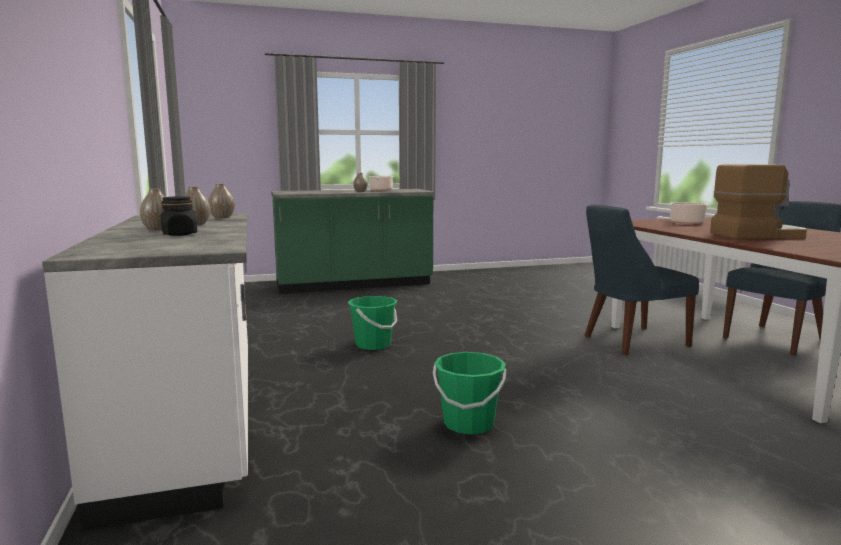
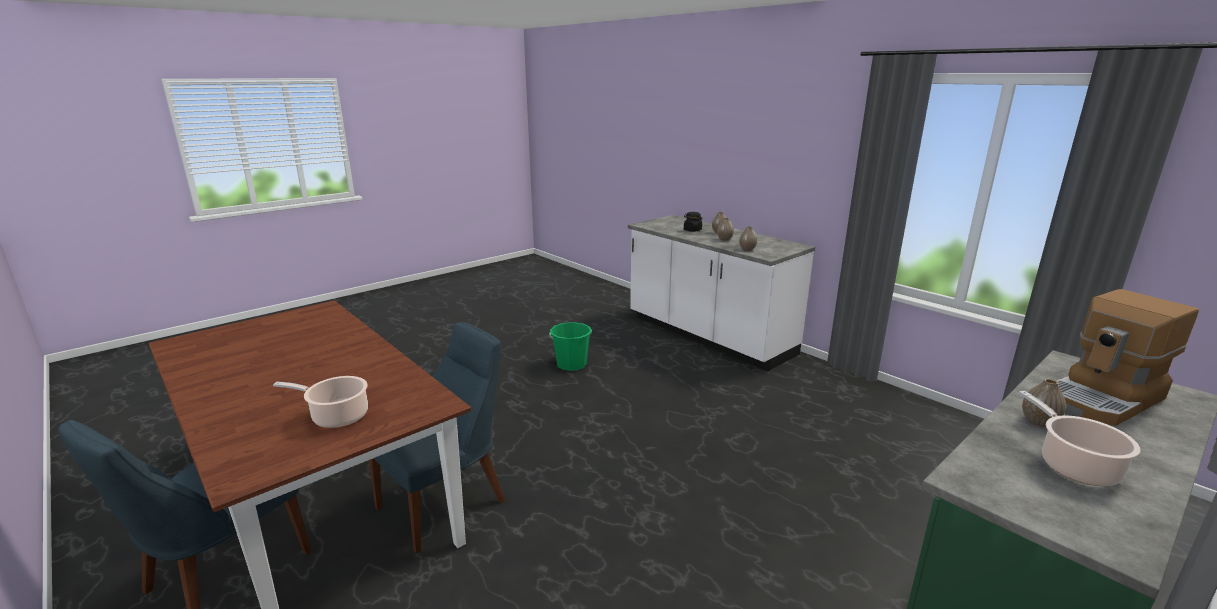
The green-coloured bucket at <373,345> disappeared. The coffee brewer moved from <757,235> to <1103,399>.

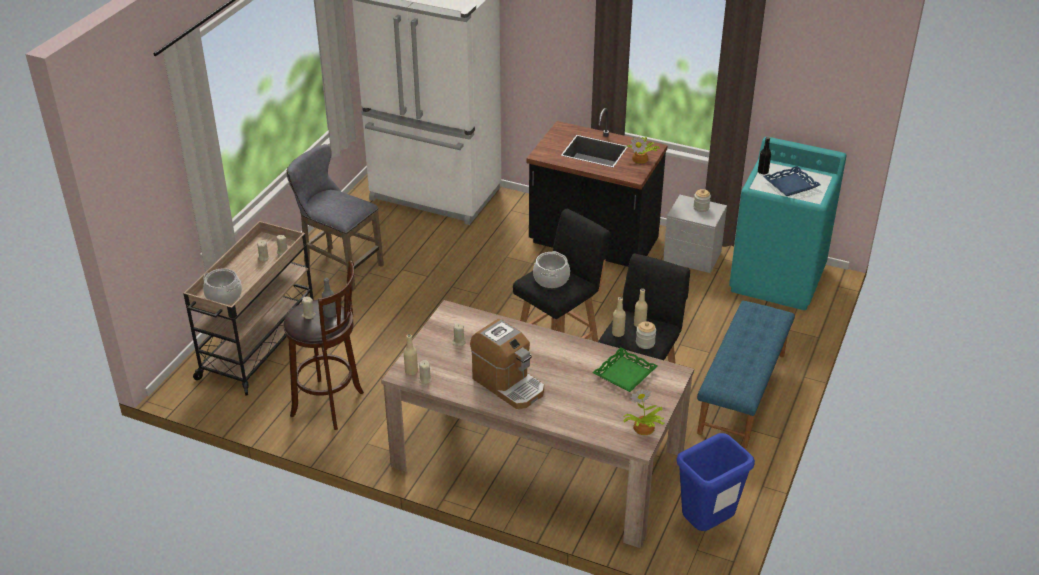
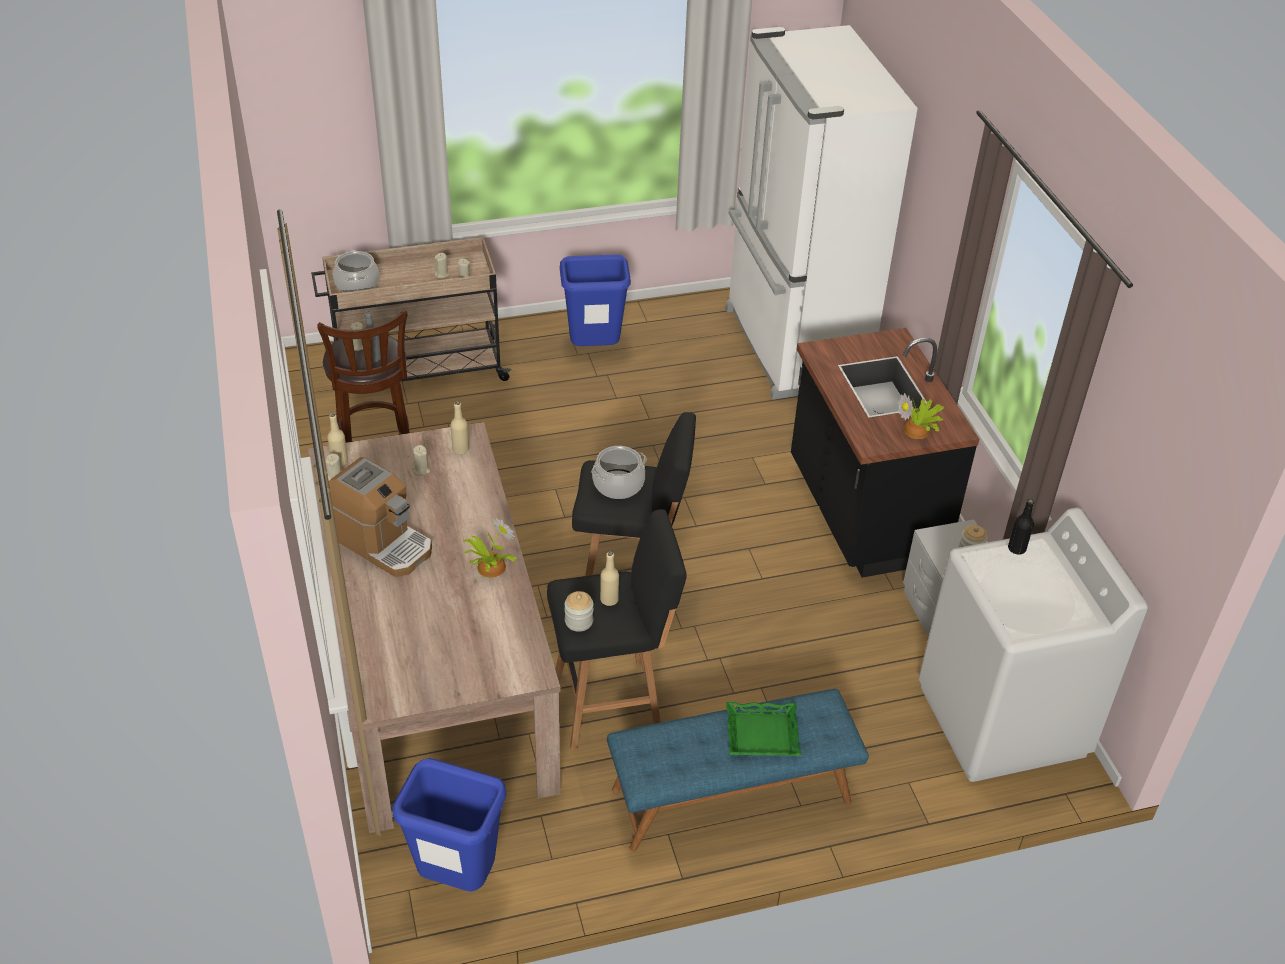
The grey stool at <339,265> was replaced by the blue waste bin at <595,350>. The coffee brewer at <508,384> turned 60 degrees counterclockwise. The green-coloured tray moved from <625,374> to <762,734>. The sand-coloured beverage bottle moved from <618,333> to <460,449>. The houseplant moved from <643,428> to <489,567>. The blue-green laundry machine at <778,279> became the white-coloured laundry machine at <1002,721>. The blue tray at <790,184> disappeared.

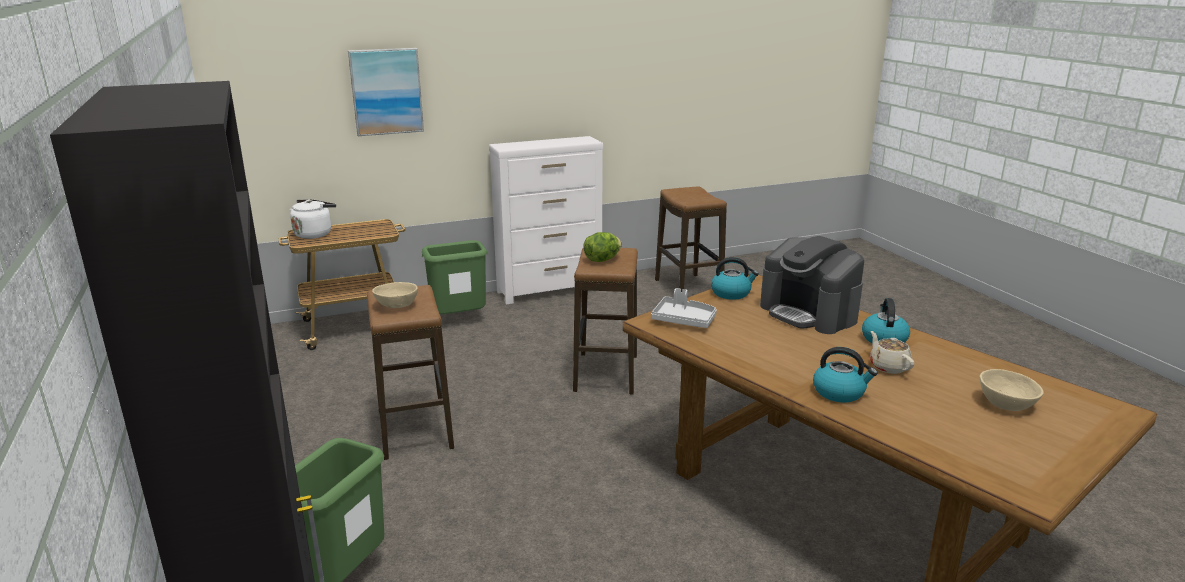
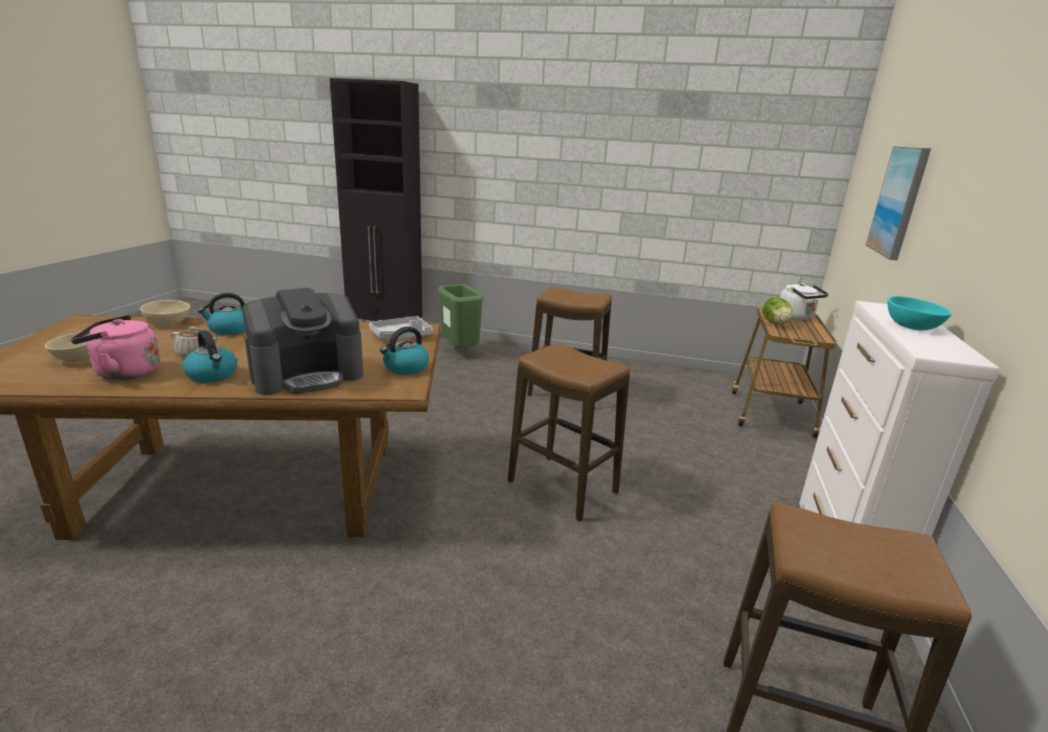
The sand-coloured deep dish moved from <397,305> to <167,323>. The green-coloured waste bin at <459,320> disappeared. The head of lettuce moved from <602,260> to <775,323>. The coffee brewer at <809,313> turned 150 degrees clockwise. The pinkish tea kettle at <124,373> appeared. The blue-green deep dish at <911,326> appeared.

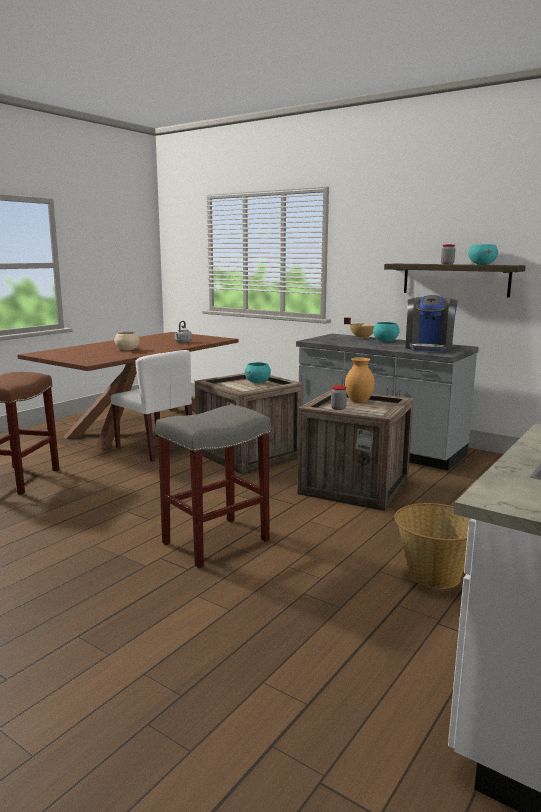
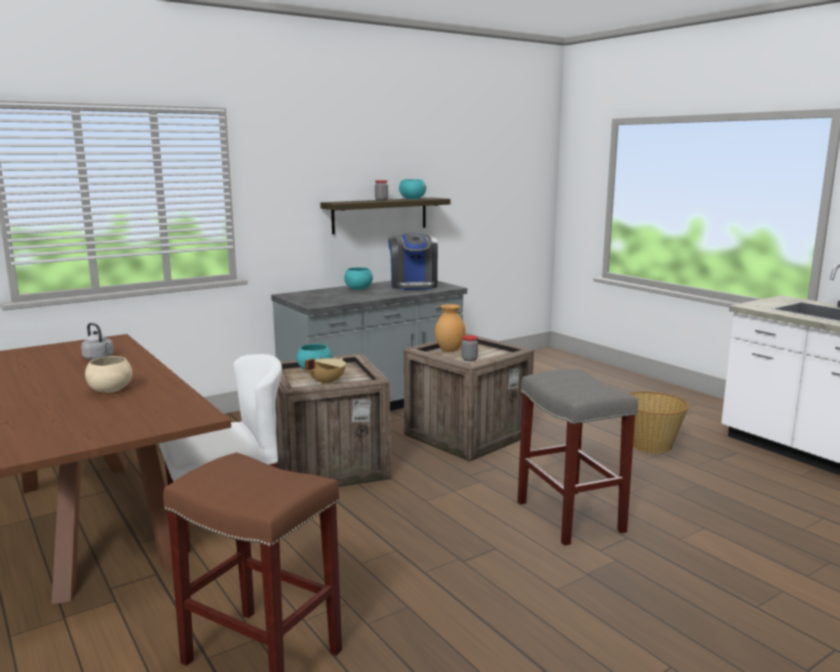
The sand-coloured stockpot moved from <362,338> to <326,382>. The coffee brewer at <429,347> turned 45 degrees clockwise.

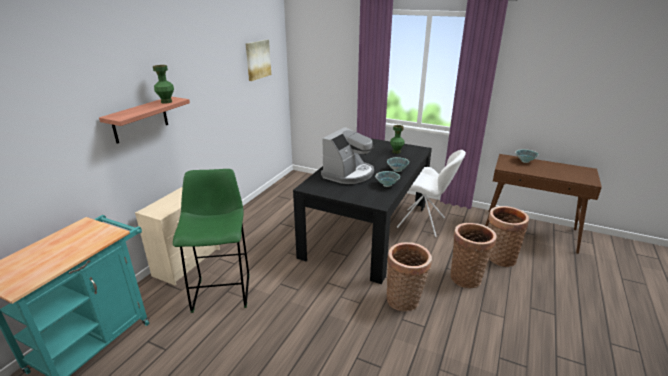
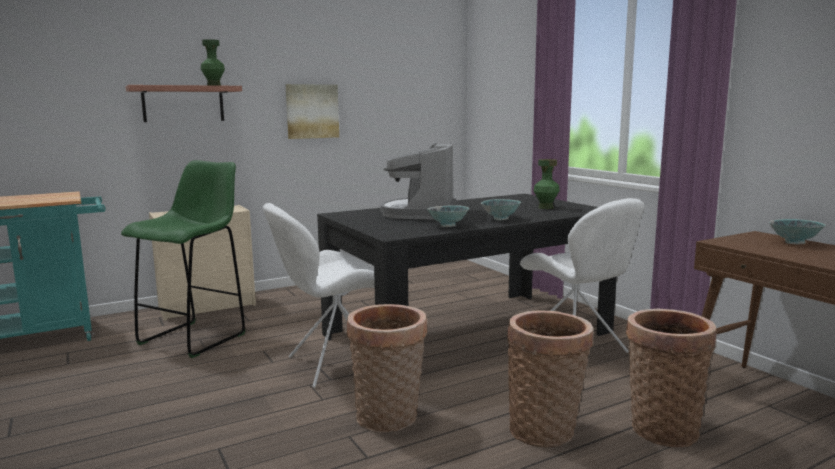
The picture moved from <257,59> to <312,111>. The coffee brewer at <348,174> turned 120 degrees clockwise. The white-coloured chair at <334,364> appeared.

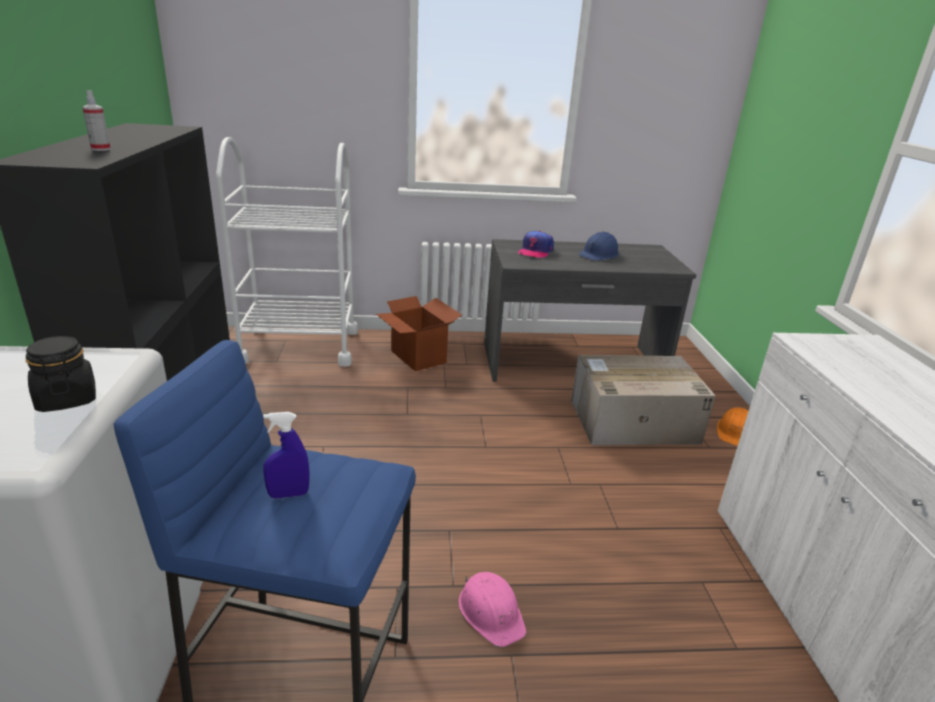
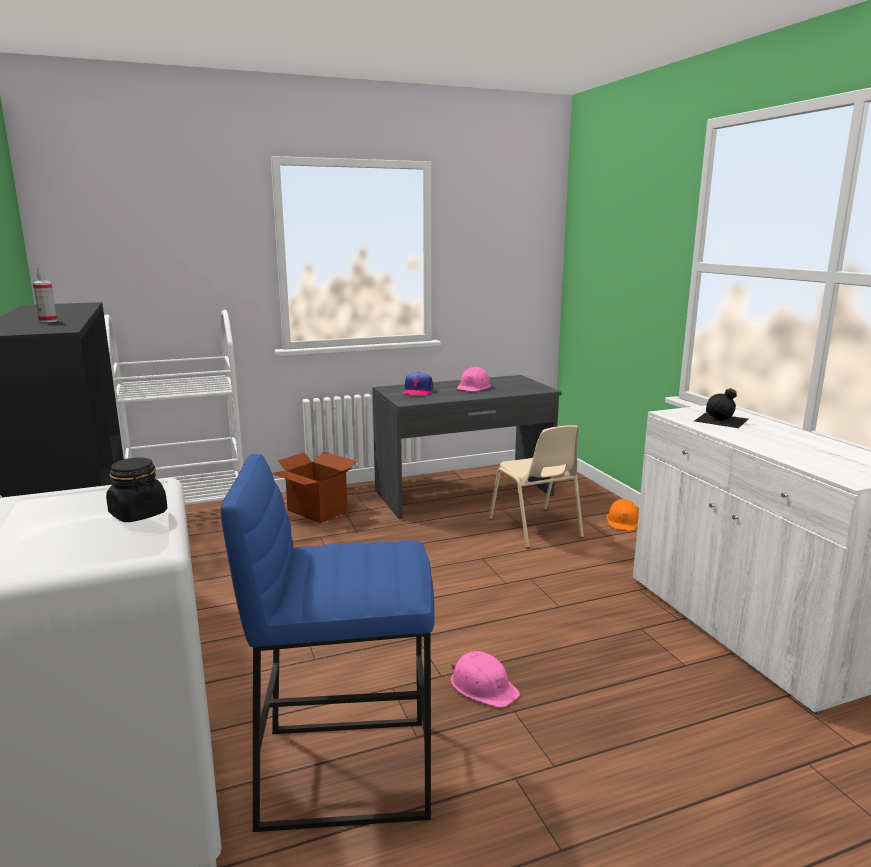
The blue sprayer at <288,494> disappeared. The packing box at <631,421> was replaced by the sand-coloured chair at <536,528>. The blue hard hat at <599,254> became the pinkish hard hat at <474,387>. The blackish beverage bottle at <721,420> appeared.

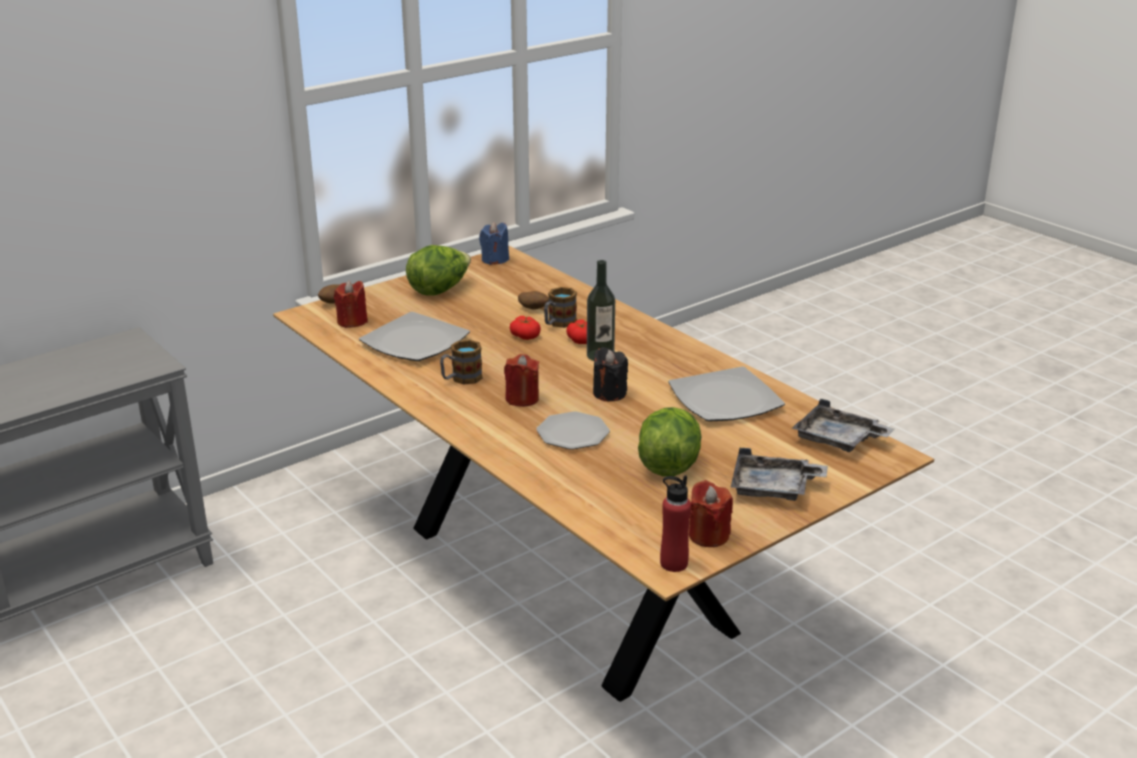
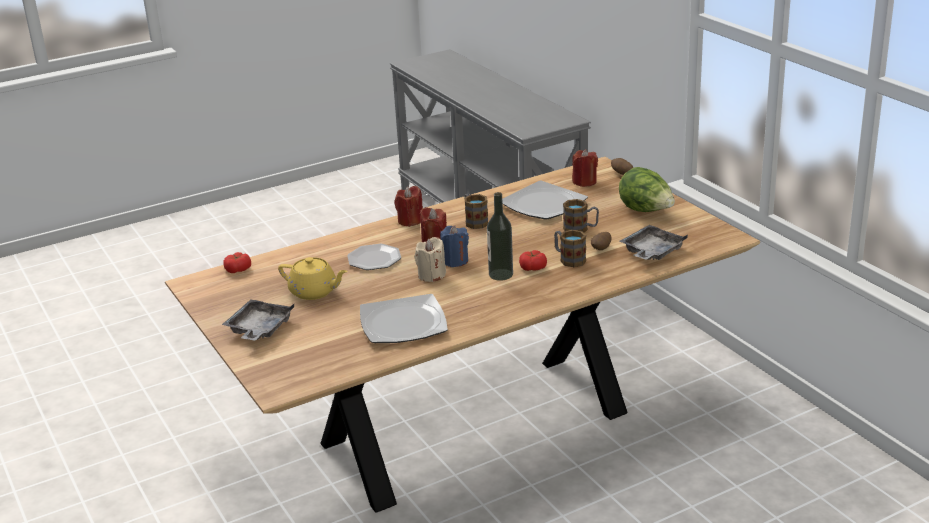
The blue candle moved from <495,260> to <455,261>. The tomato moved from <525,336> to <238,269>. The blackish candle at <609,393> became the sand-coloured candle at <431,275>. The head of lettuce at <669,464> was replaced by the yellow tea pot at <314,292>. The reddish beverage bottle at <673,563> disappeared. The reddish candle moved from <708,535> to <410,221>. The grey tray moved from <838,440> to <651,252>. The tea mug at <580,229> appeared.

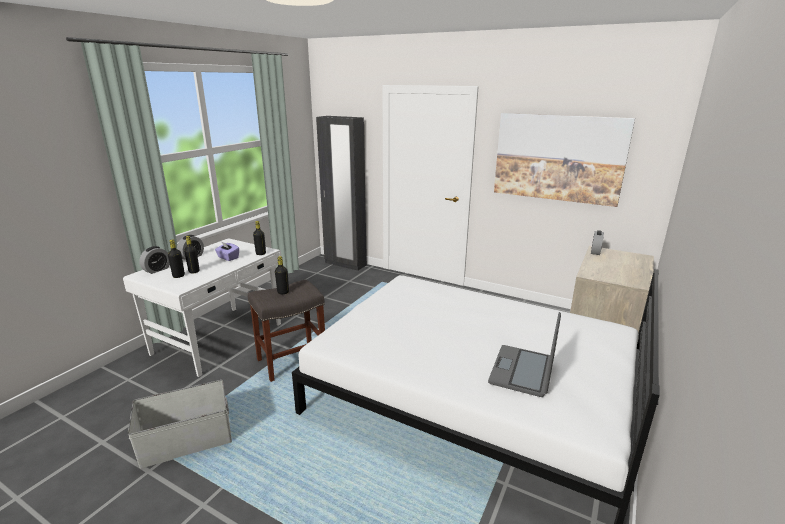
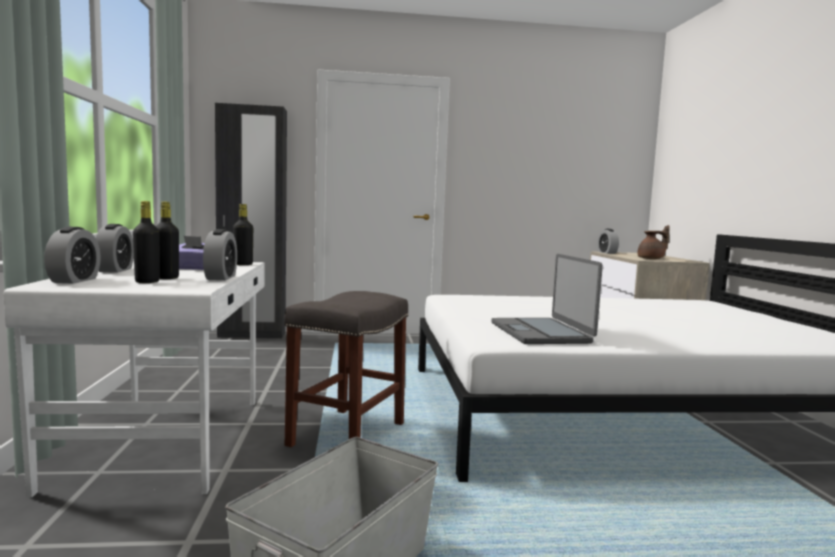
The blackish beverage bottle at <283,292> disappeared. The laptop moved from <523,371> to <541,333>. The picture at <558,158> disappeared. The table clock at <221,277> appeared. The brown tea pot at <652,259> appeared.

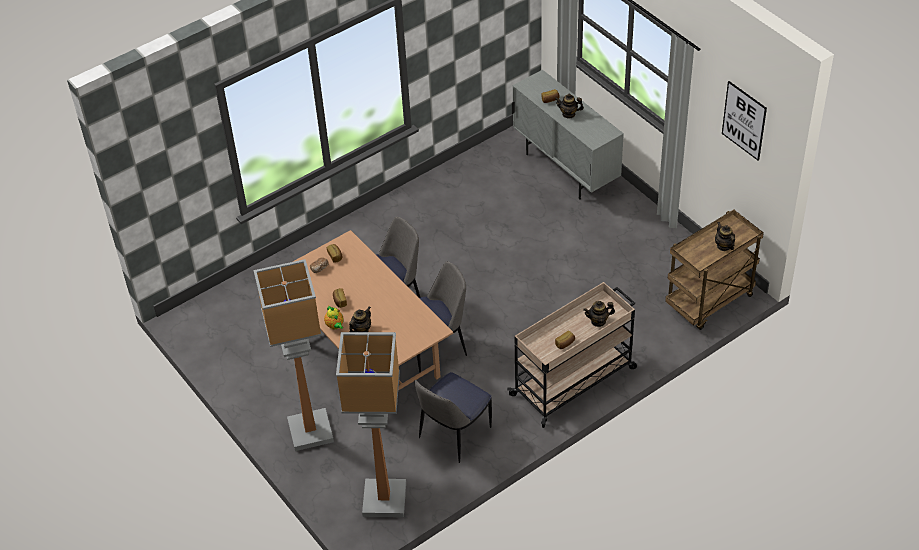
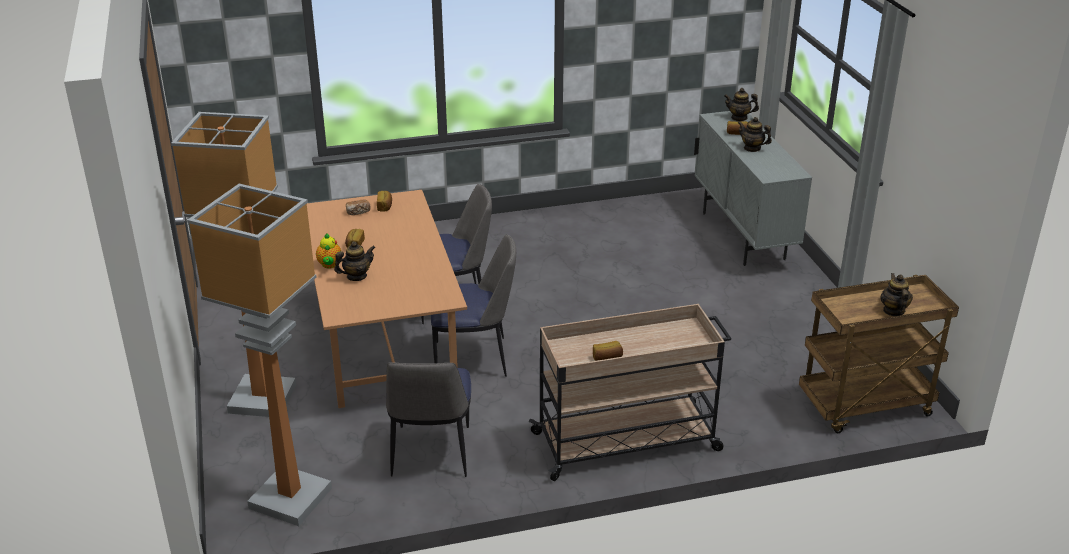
The chair at <453,434> turned 60 degrees counterclockwise. The tea pot moved from <598,321> to <739,118>. The picture at <744,120> disappeared.

